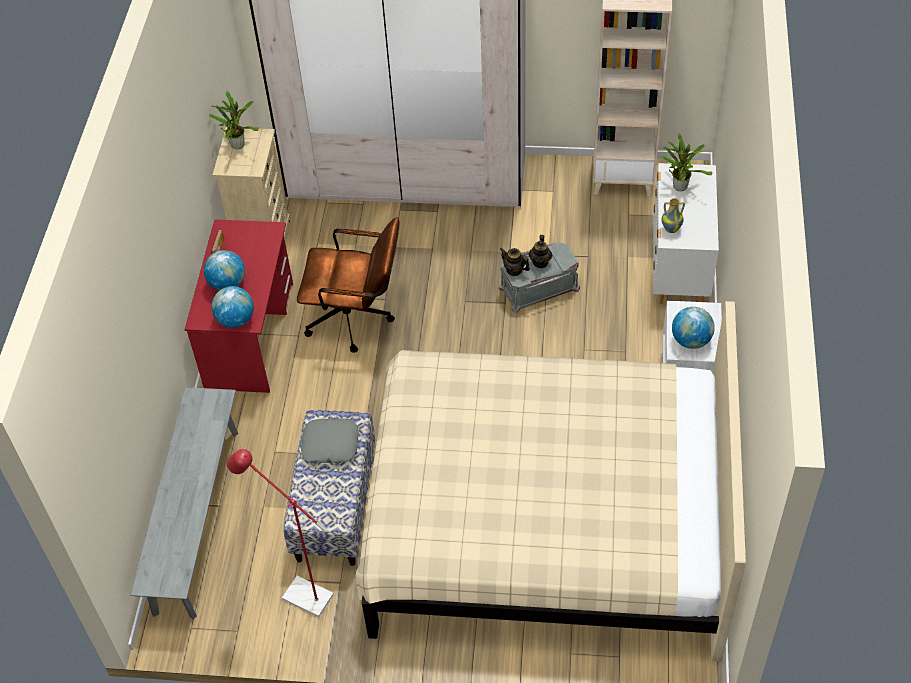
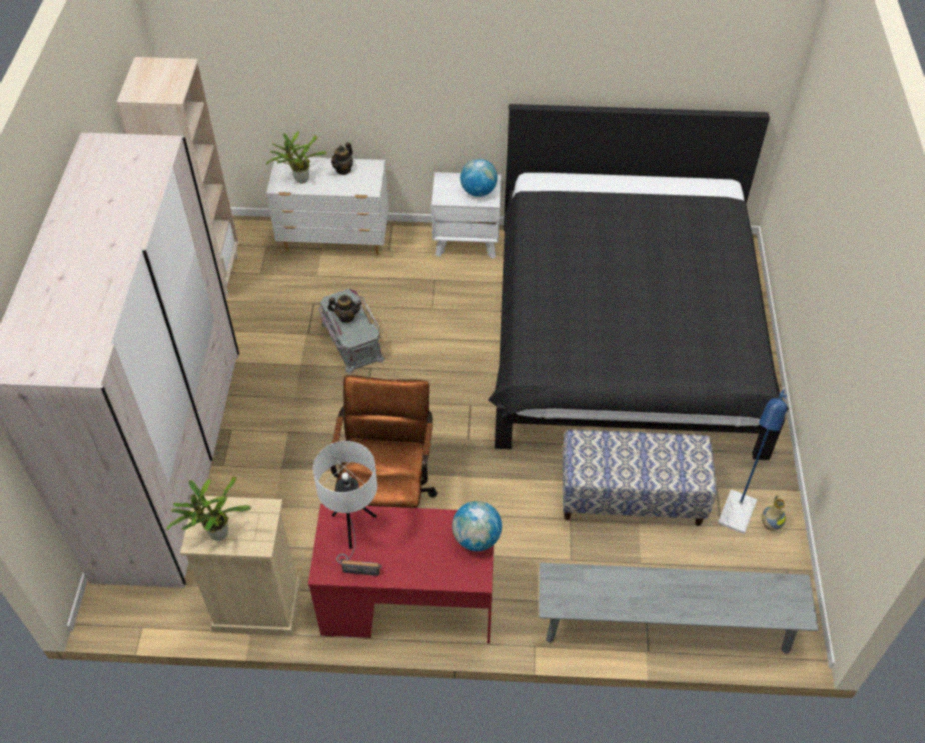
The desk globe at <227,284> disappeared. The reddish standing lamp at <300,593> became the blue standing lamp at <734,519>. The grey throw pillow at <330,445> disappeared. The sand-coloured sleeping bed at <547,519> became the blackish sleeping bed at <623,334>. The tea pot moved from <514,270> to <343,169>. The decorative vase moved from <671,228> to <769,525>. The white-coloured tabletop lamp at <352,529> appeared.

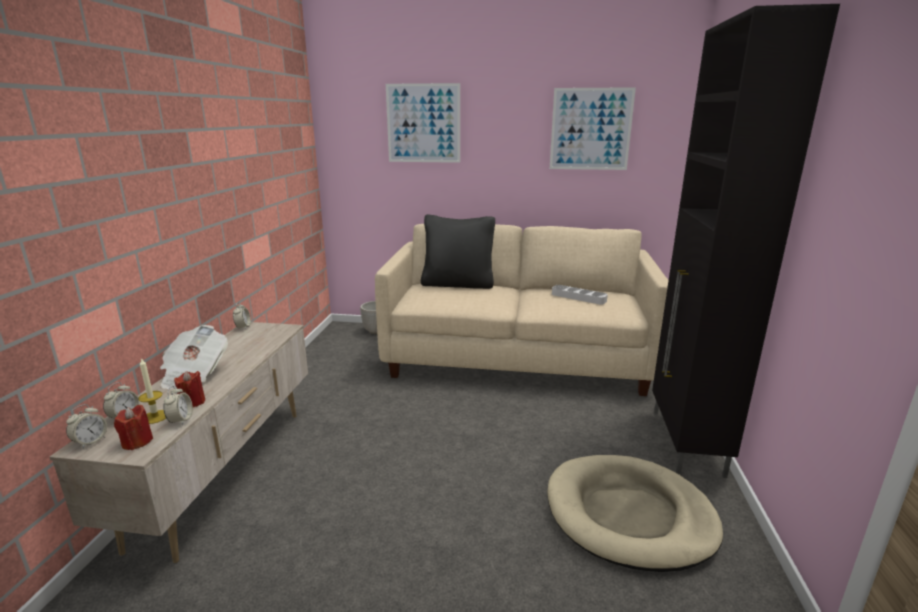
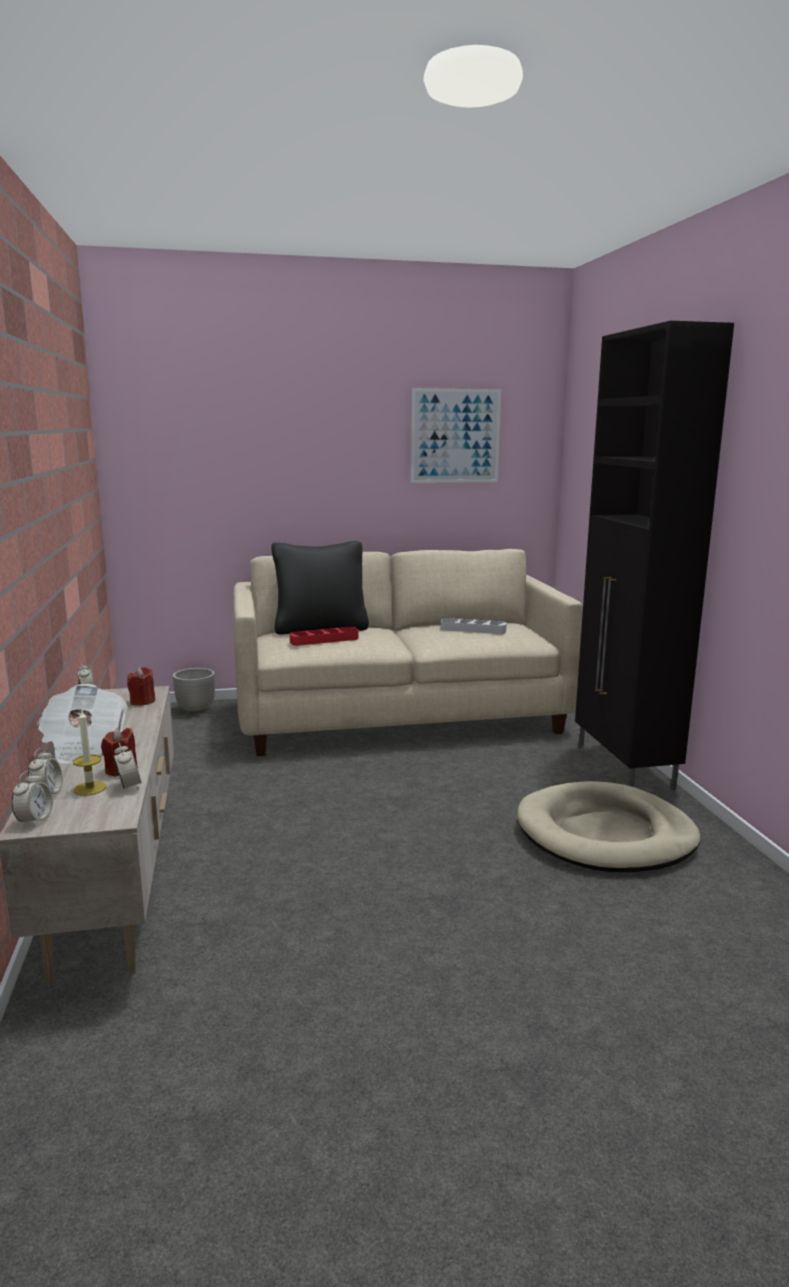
The reddish candle moved from <137,442> to <142,701>. The picture at <423,123> disappeared. The reddish tray at <324,640> appeared.

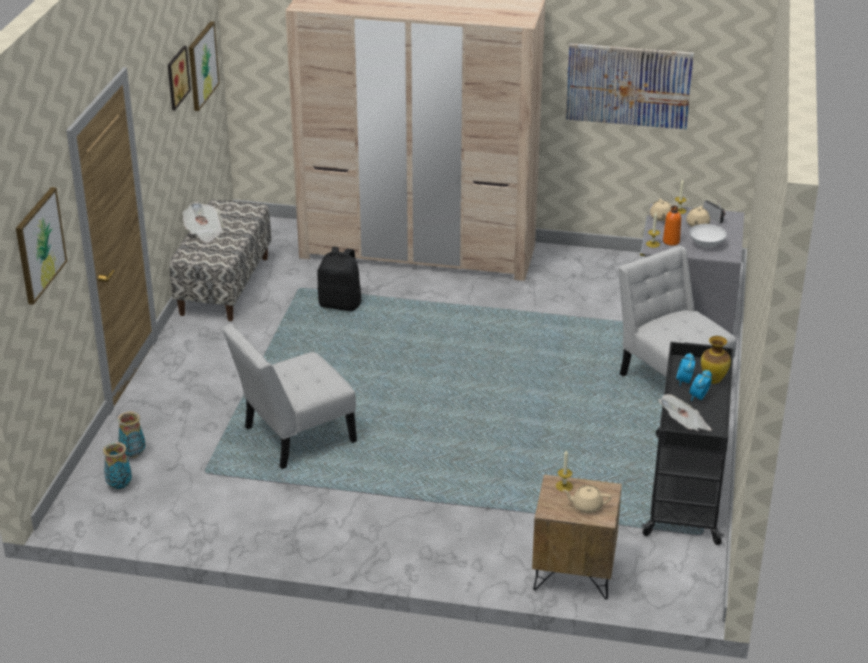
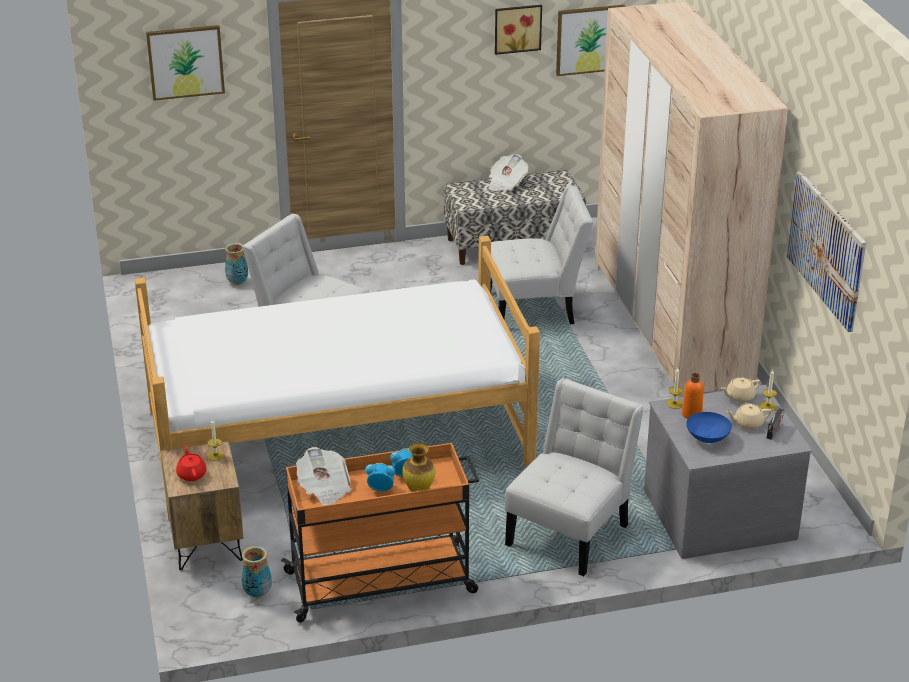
The decorative vase moved from <119,486> to <257,594>. The blackish knapsack at <340,304> was replaced by the white-coloured chair at <535,308>. The sand-coloured tea pot at <586,506> became the reddish tea pot at <191,474>. The blackish wheeled cart at <686,487> became the orange wheeled cart at <382,582>. The white-coloured deep dish at <707,245> became the blue deep dish at <707,439>. The sleeping bed at <337,436> appeared.

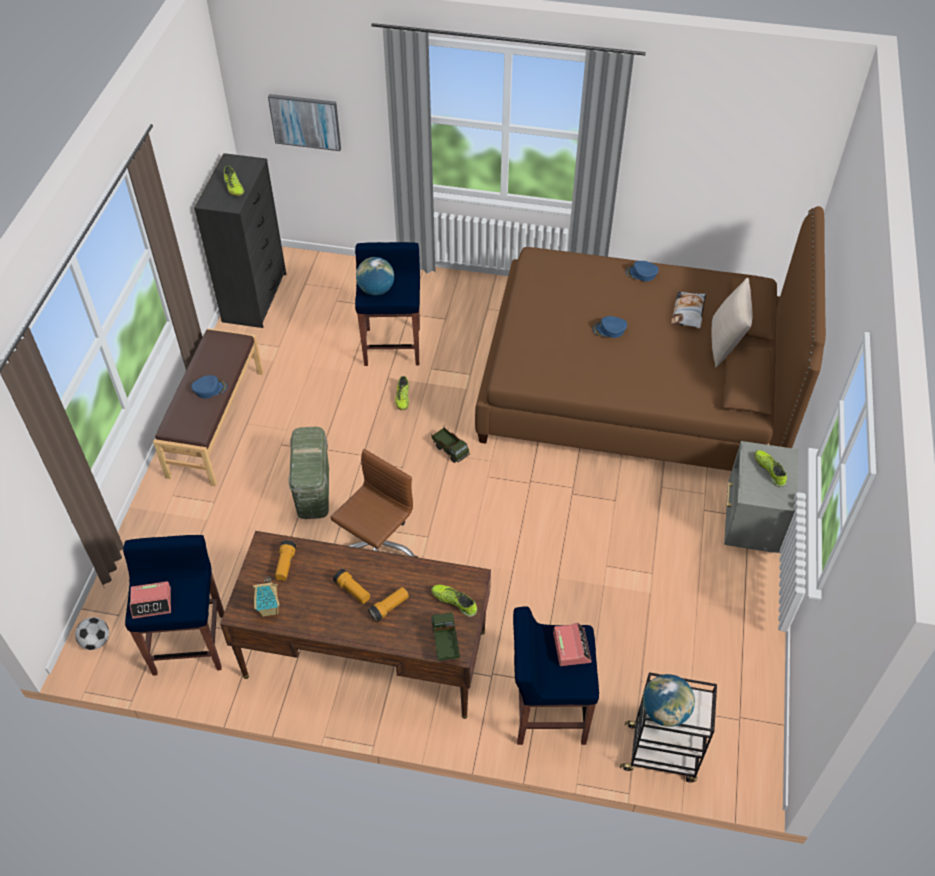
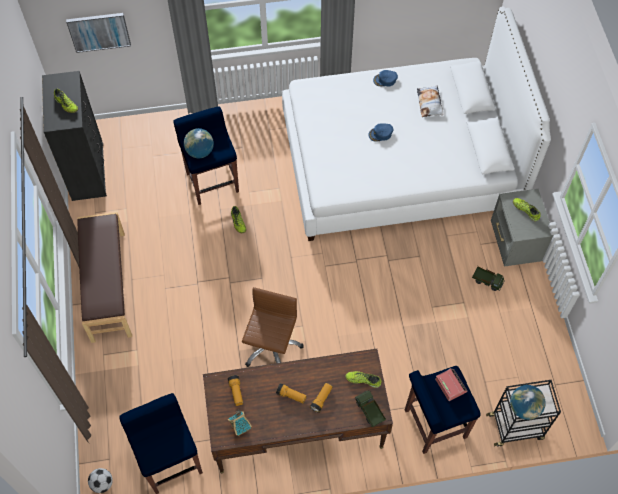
The table clock at <152,603> disappeared. The blue baseball cap at <210,388> disappeared. The green-coloured storage box at <313,490> disappeared. The toy truck moved from <450,450> to <487,281>. The brown sleeping bed at <635,387> became the white-coloured sleeping bed at <400,163>. The sand-coloured throw pillow at <725,344> disappeared.

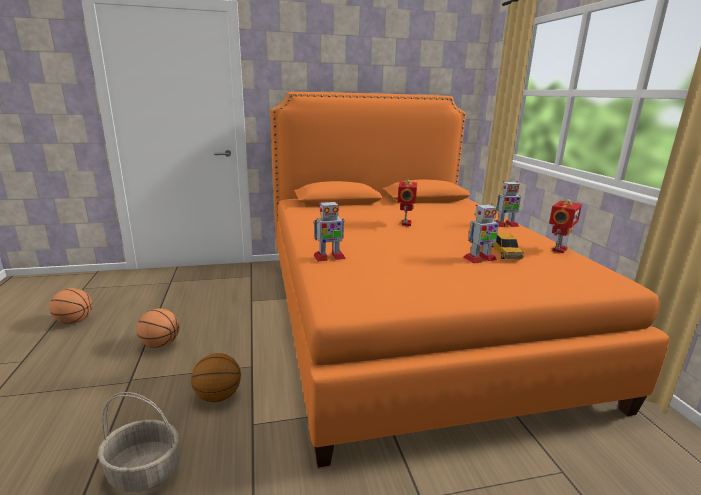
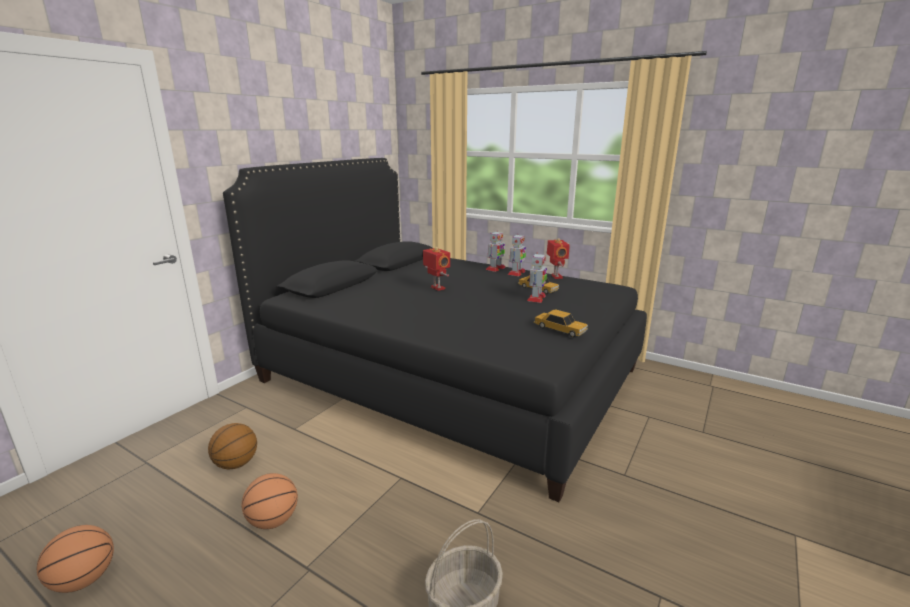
The basketball moved from <218,396> to <236,464>. The orange sleeping bed at <405,317> became the blackish sleeping bed at <449,375>. The toy robot moved from <329,257> to <516,273>. The miniature car at <560,329> appeared.

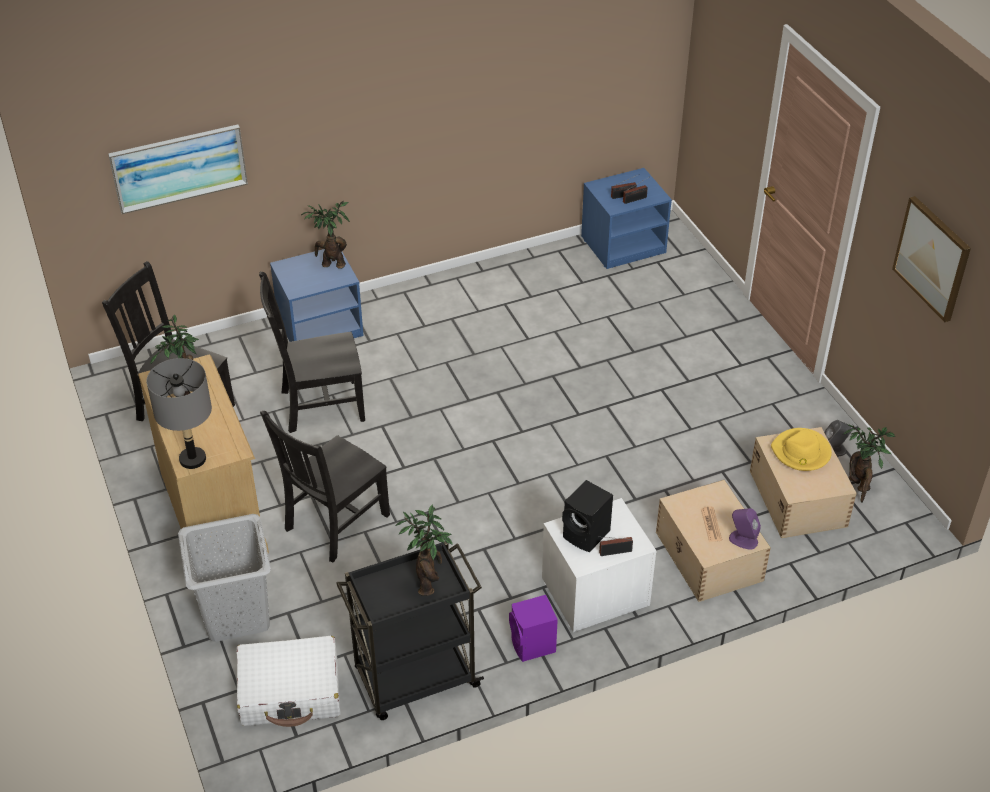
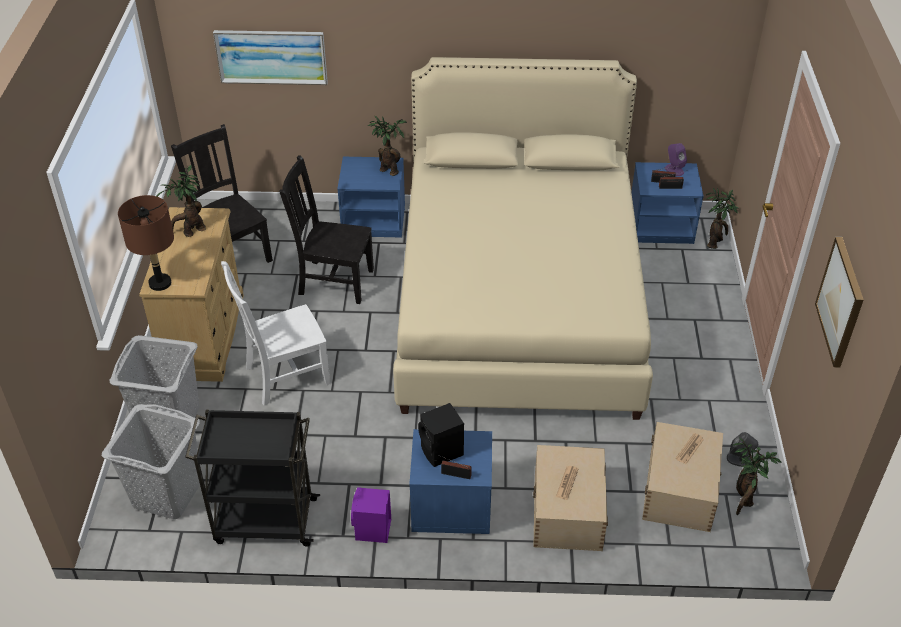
The grey tabletop lamp at <192,459> became the brown tabletop lamp at <160,283>. The white-coloured suitcase at <290,691> was replaced by the grey laundry basket at <168,494>. The blackish chair at <334,524> became the white-coloured chair at <284,376>. The houseplant moved from <428,581> to <715,242>. The white-coloured nightstand at <595,593> became the blue nightstand at <450,506>. The purple audio speaker moved from <743,540> to <674,170>. The yellow hat at <801,452> was replaced by the daily paper at <689,449>. The sand-coloured sleeping bed at <518,303> appeared.

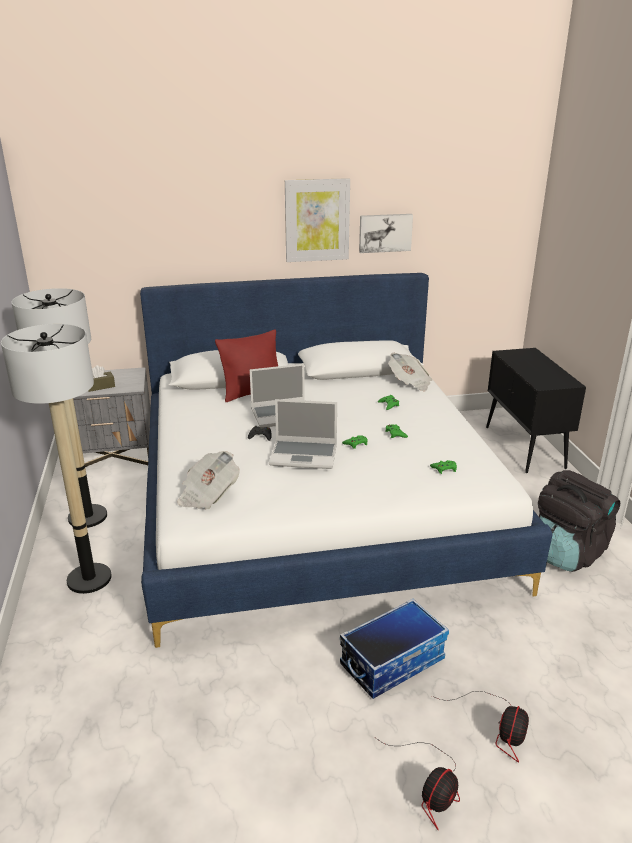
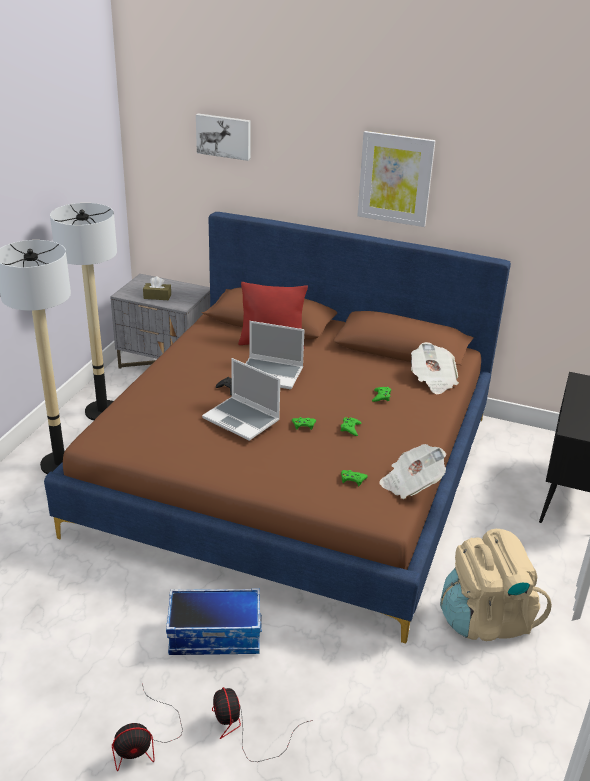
The white-coloured sleeping bed at <316,504> became the brown sleeping bed at <292,472>. The daily paper moved from <208,495> to <411,484>. The picture moved from <385,232> to <224,136>. The cooling fan at <498,728> turned 105 degrees clockwise. The blackish knapsack at <567,553> became the sand-coloured knapsack at <486,619>.

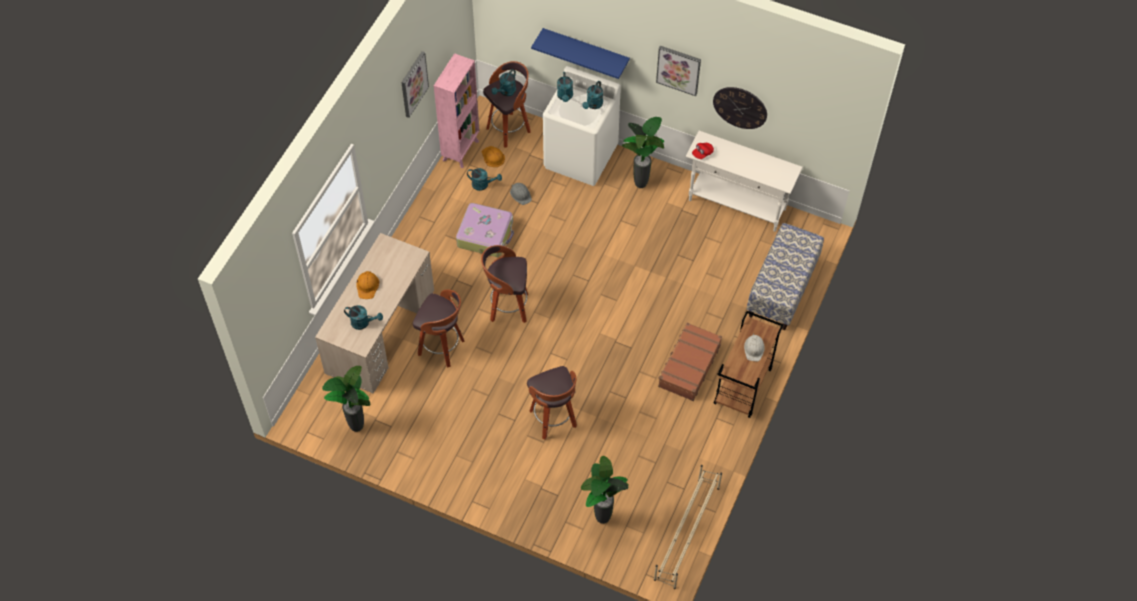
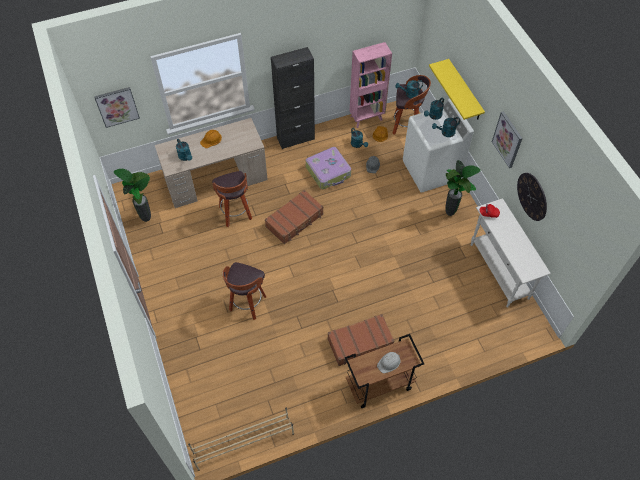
The picture moved from <413,84> to <117,106>. The stool at <507,307> was replaced by the brown suitcase at <295,221>. The blue shelf at <585,50> became the yellow shelf at <465,91>. The houseplant at <601,519> disappeared. The long seat at <782,289> disappeared. The blackish cabinet at <295,138> appeared.

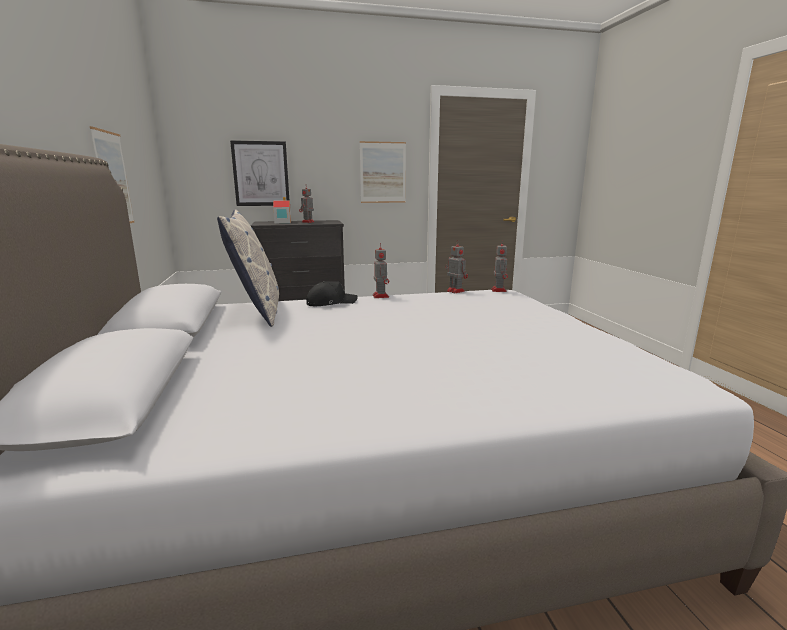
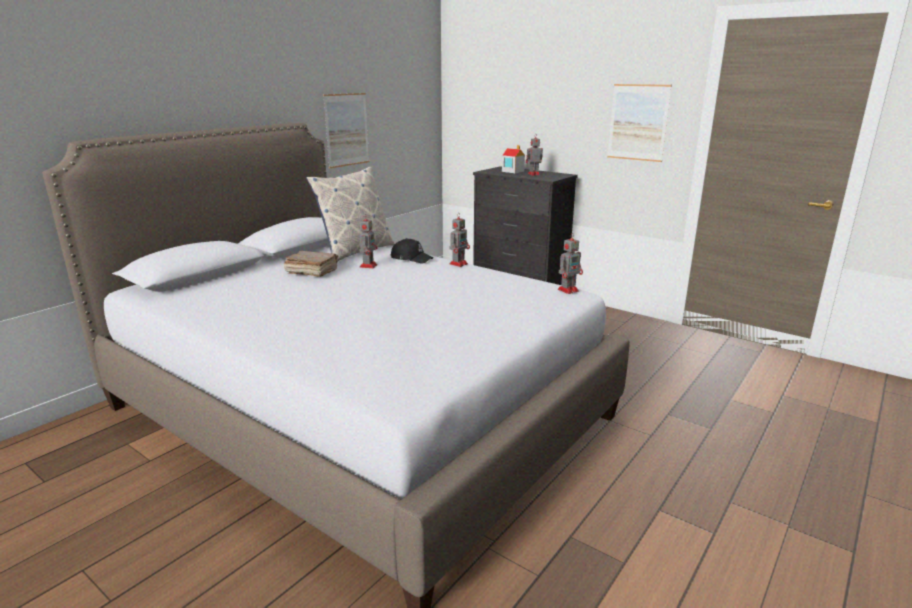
The picture at <261,174> disappeared. The toy robot moved from <454,291> to <368,265>. The brown volume at <311,272> appeared.

